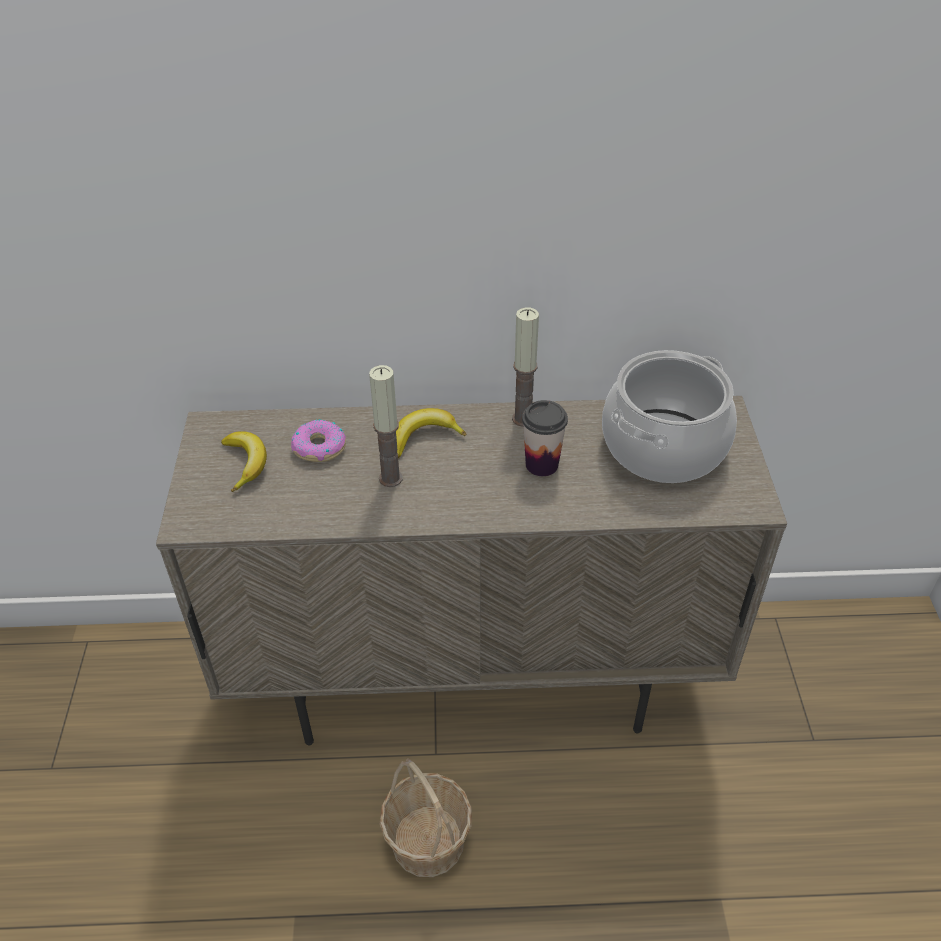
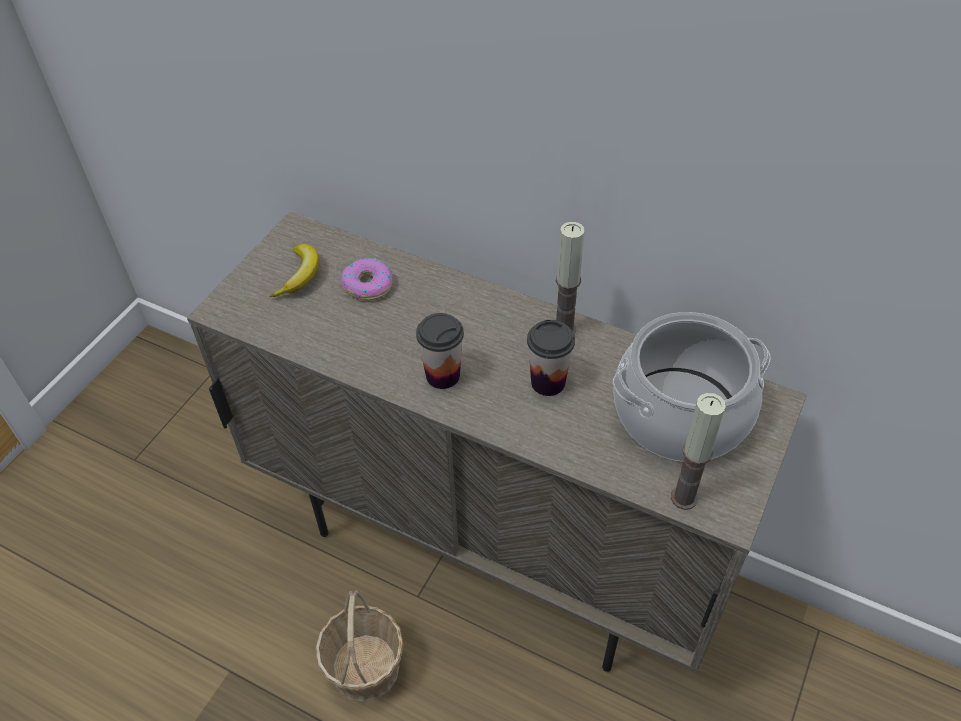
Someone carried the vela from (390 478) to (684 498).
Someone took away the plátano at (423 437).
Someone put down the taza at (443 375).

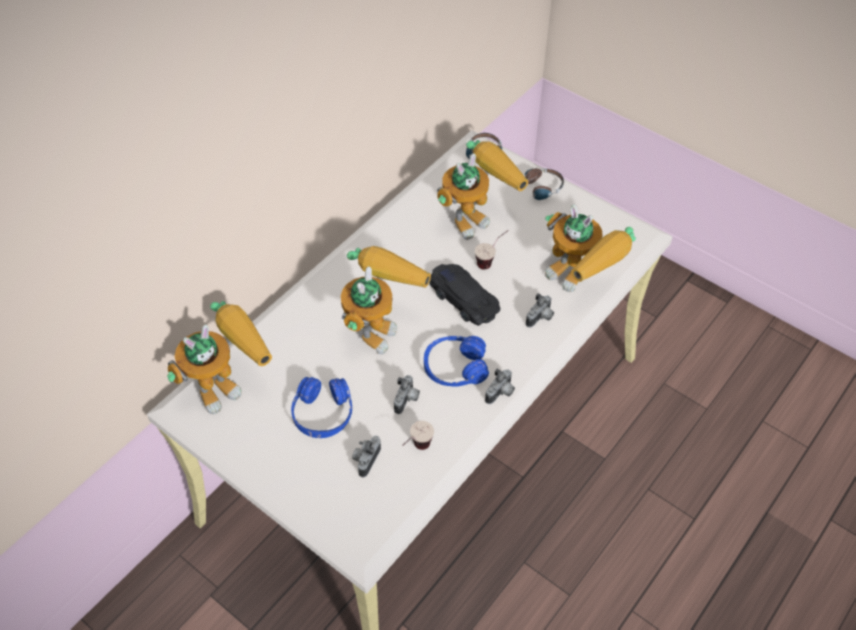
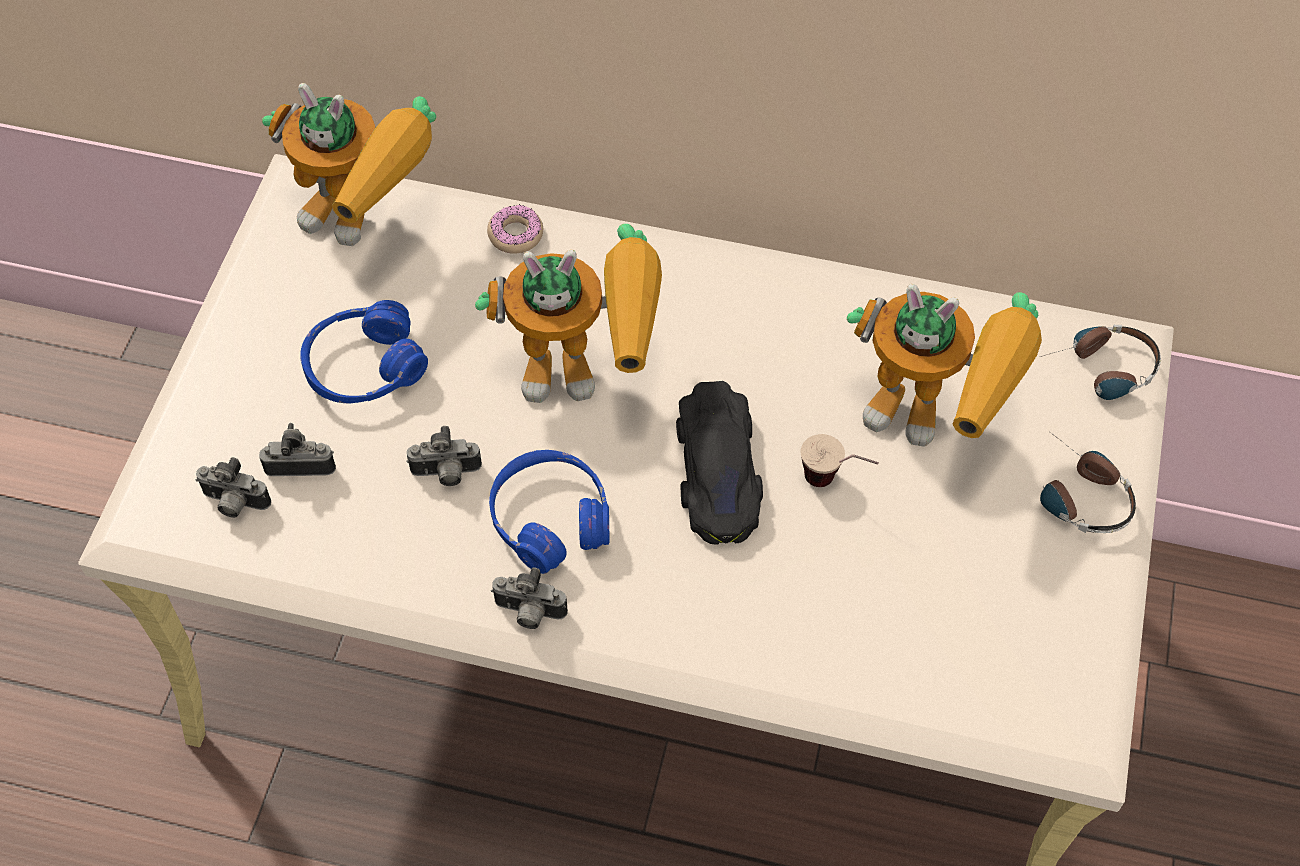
Someone took away the taza at (416 450).
Someone rotated the coche de juguete [negro] at (463 298) by 150 degrees clockwise.
Someone carried the cámara from (540 318) to (234 504).
Someone took away the robot de juguete at (580 282).
Someone put down the rosquilla at (515 234).

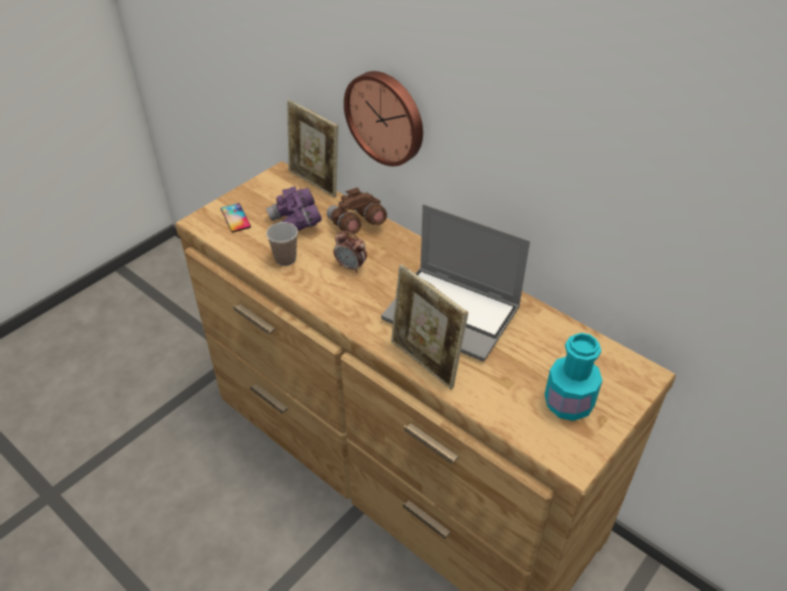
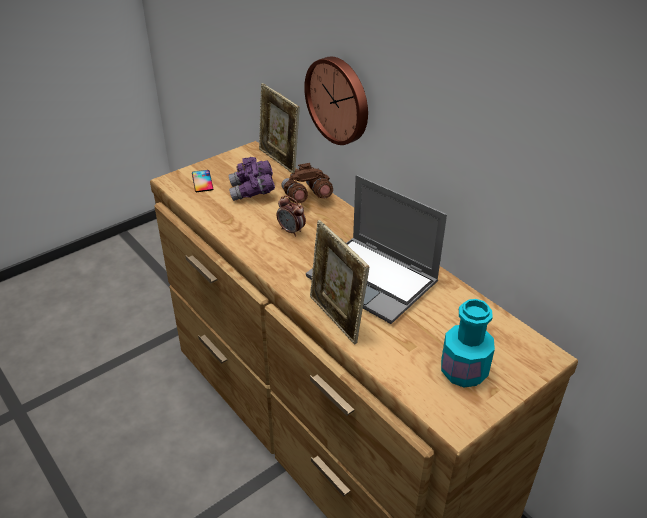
Someone took away the taza at (285 259).

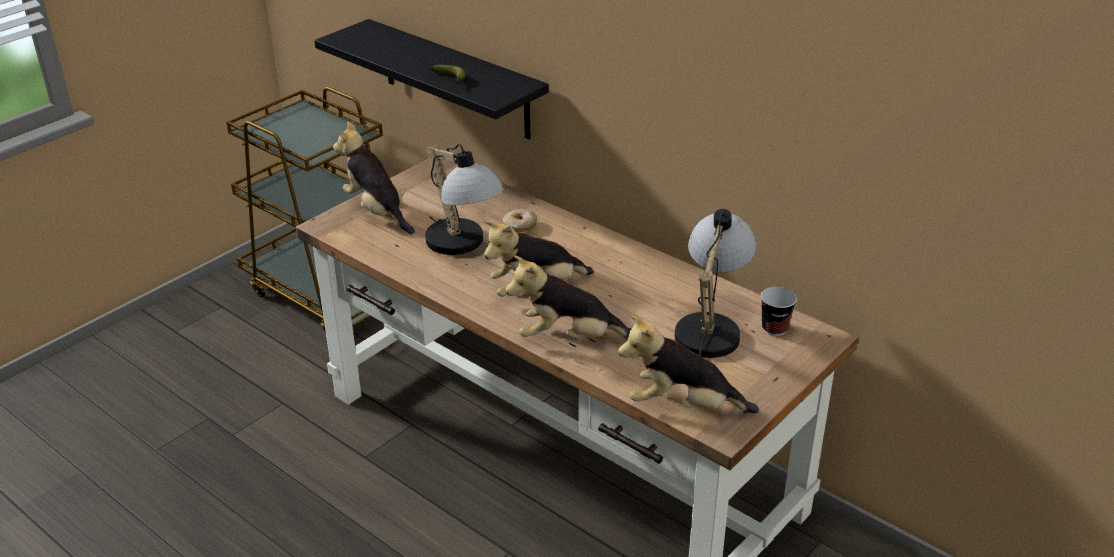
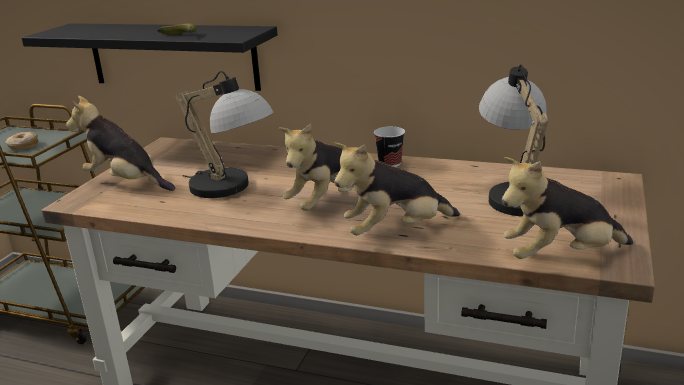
Someone carried the rosquilla from (520 226) to (23 146).
Someone carried the taza from (774 328) to (390 163).

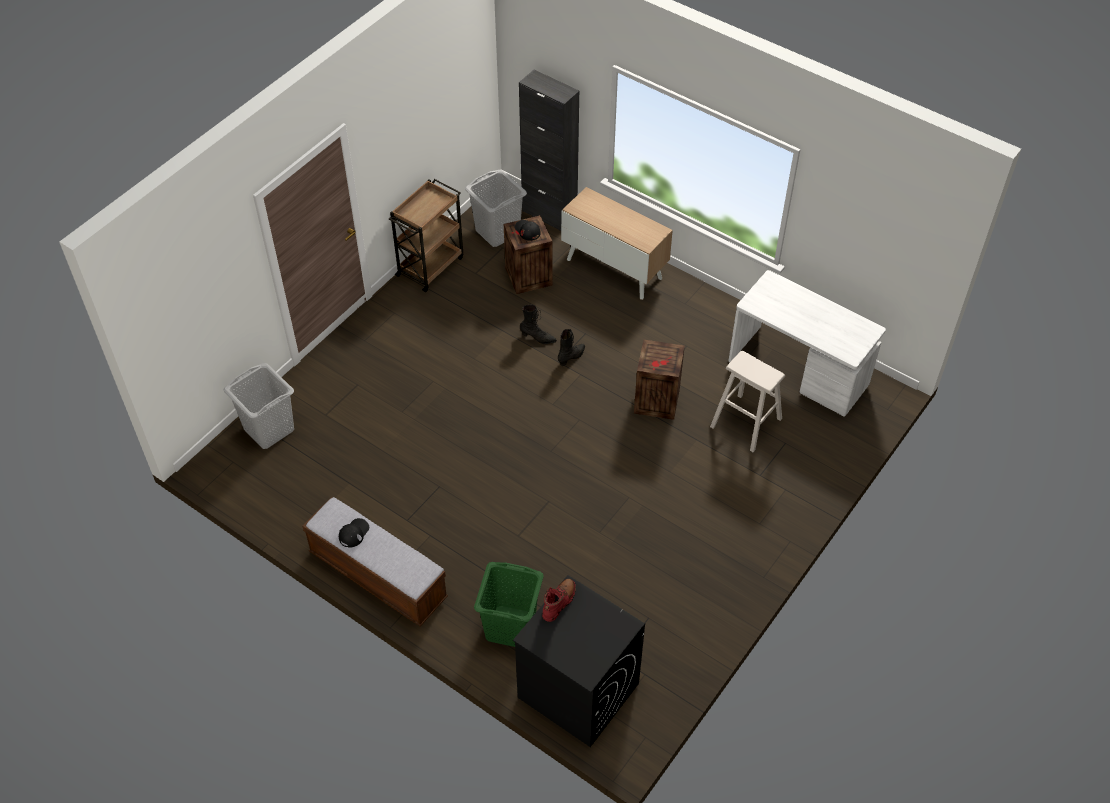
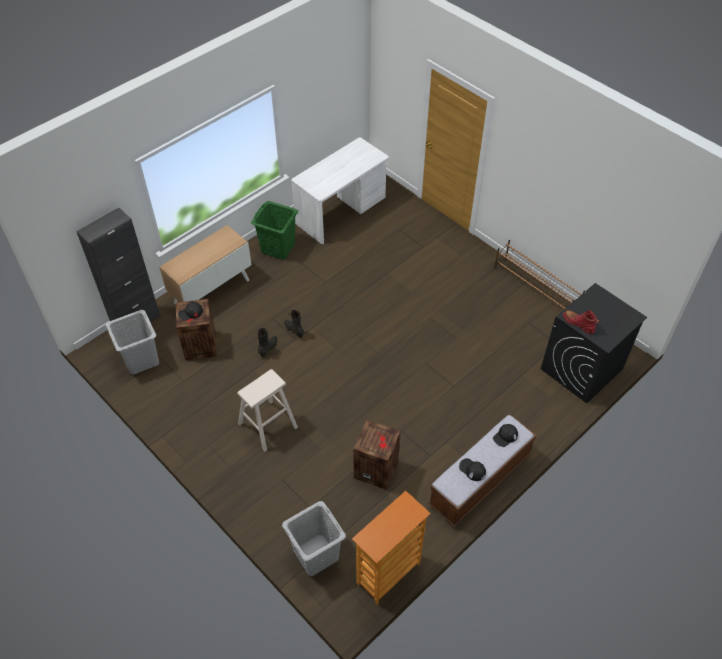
Someone took away the carrito [marrón] at (431 265).
Someone carried the cesto de la ropa [verde] from (510 627) to (278 248).
Someone carried the caja de embalaje from (657 401) to (377 469).
Someone carried the taburete [beis] from (745 422) to (267 425).
Someone put down the estantería at (388 574).
Someone put down the gorra [negro] at (505 436).
Someone put down the zapatero [marrón] at (536 289).

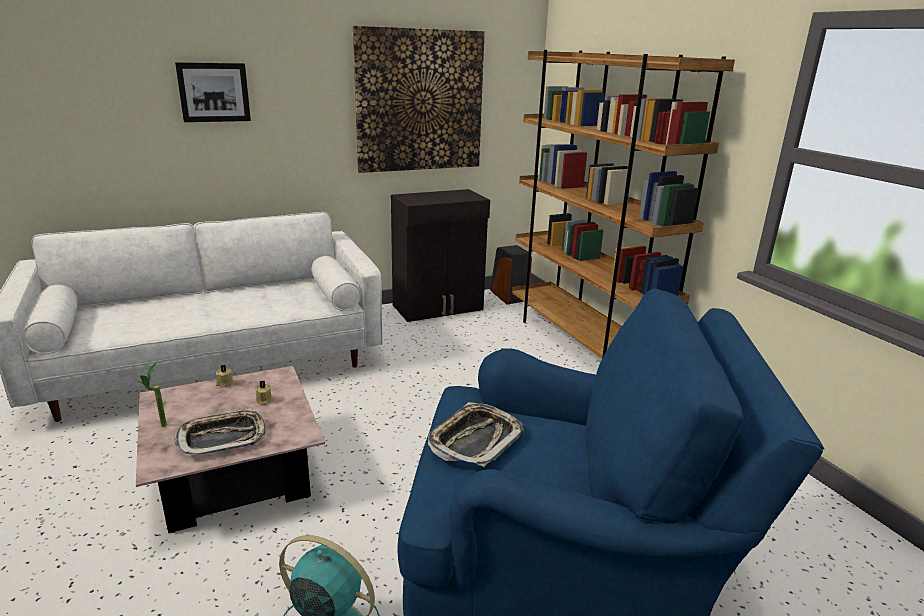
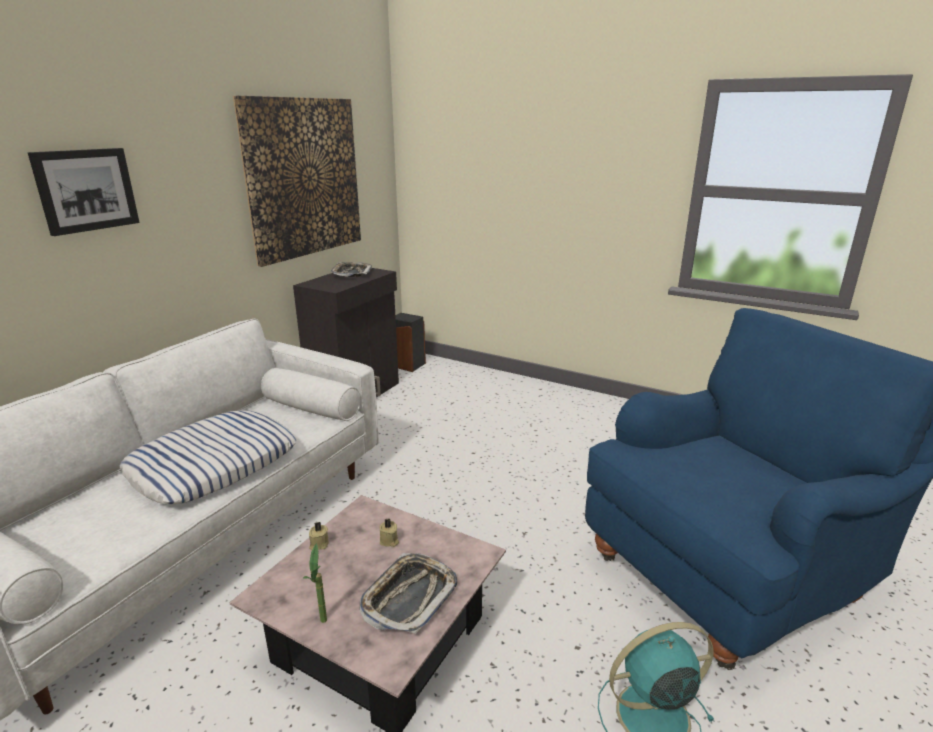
Someone carried the bandeja from (475 440) to (351 273).
Someone took away the estantería [marrón] at (582 345).
Someone put down the cojín at (214 464).

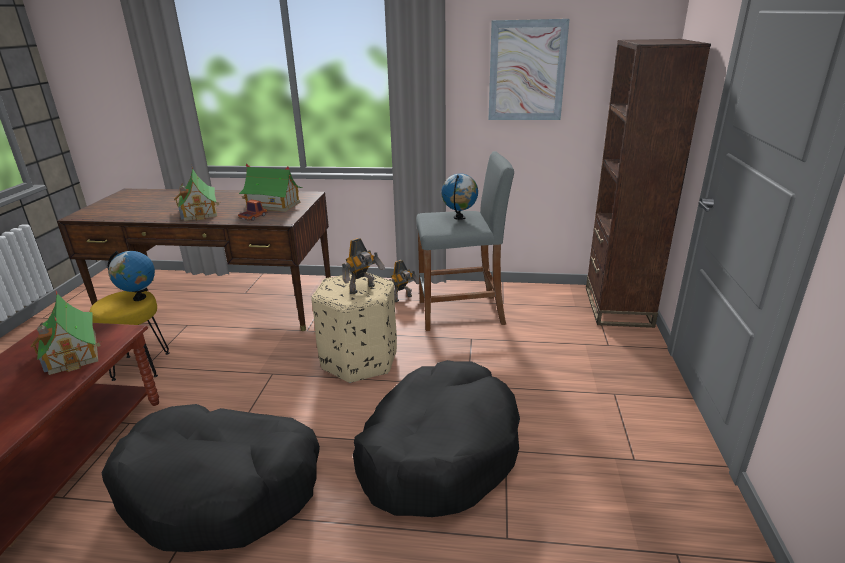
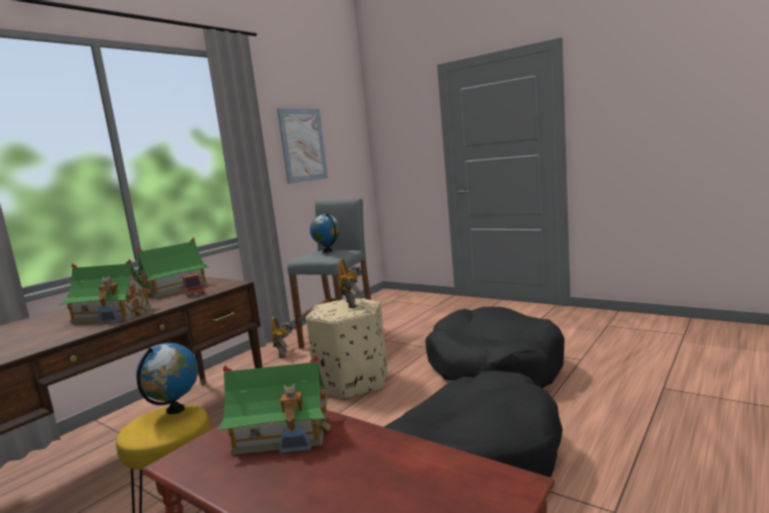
Someone took away the estantería [marrón] at (617 307).

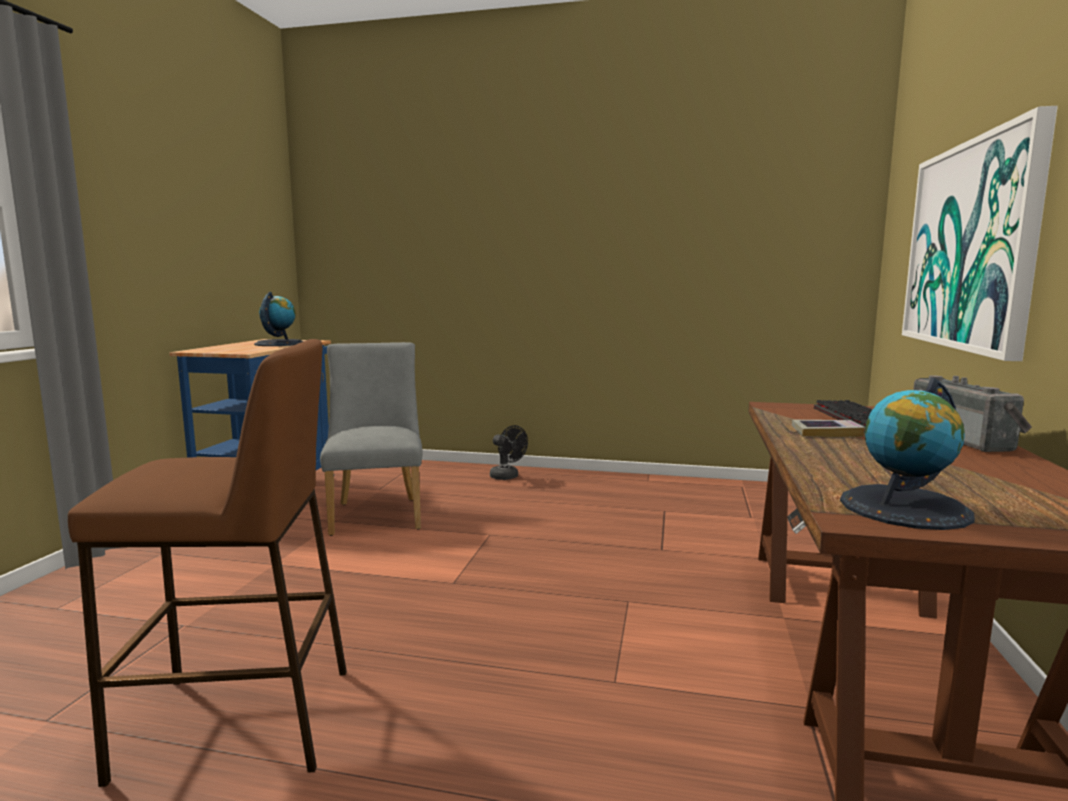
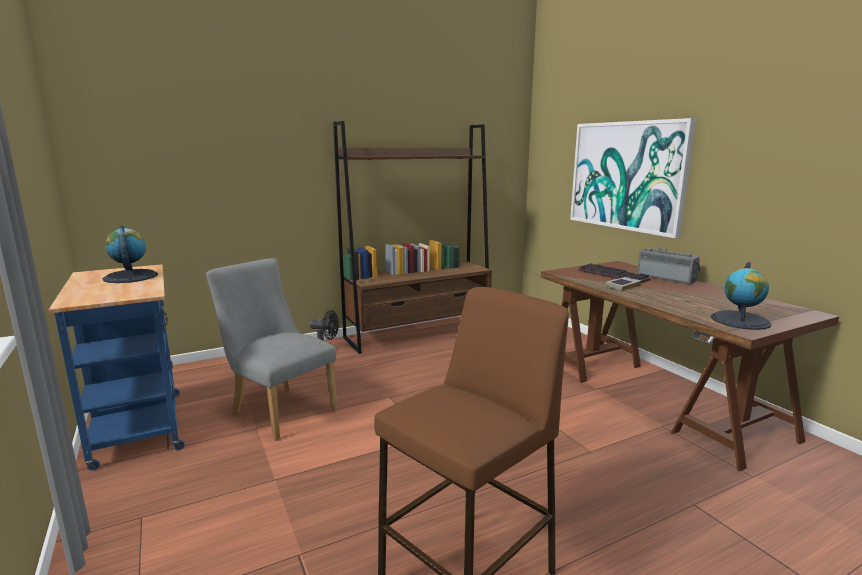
Someone put down the estantería [marrón] at (419 333).

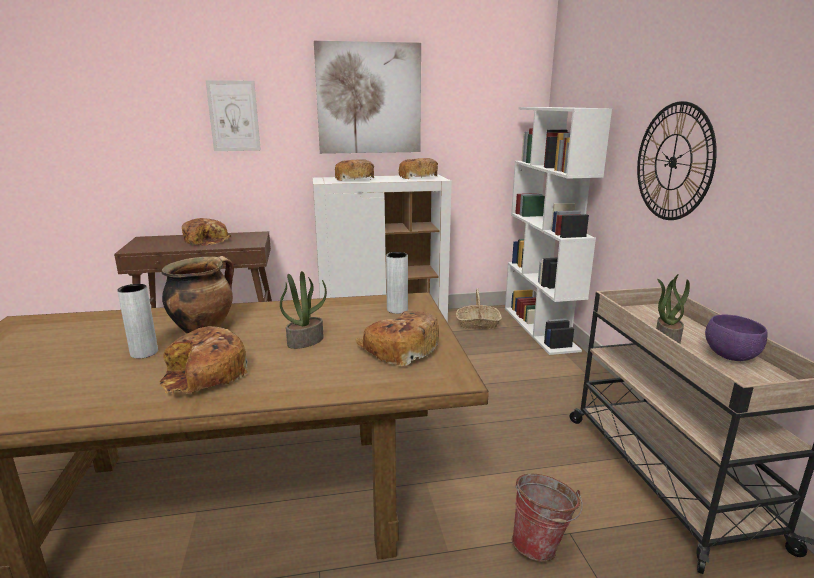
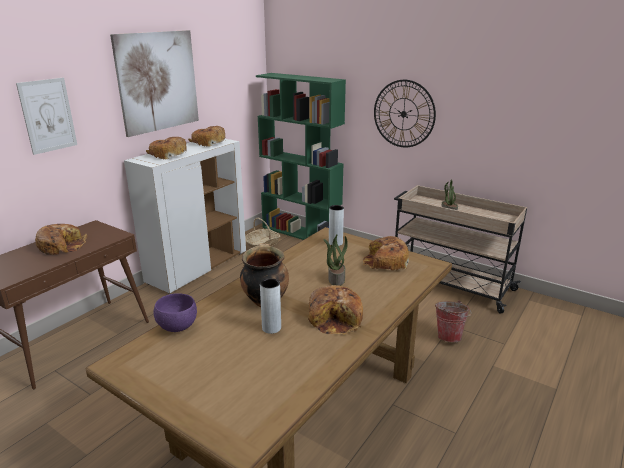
Someone repainted the estantería [blanco] at (540 328), which became the estantería [verde] at (301 233).
Someone carried the cuenco [morado] from (730 357) to (177 327).

